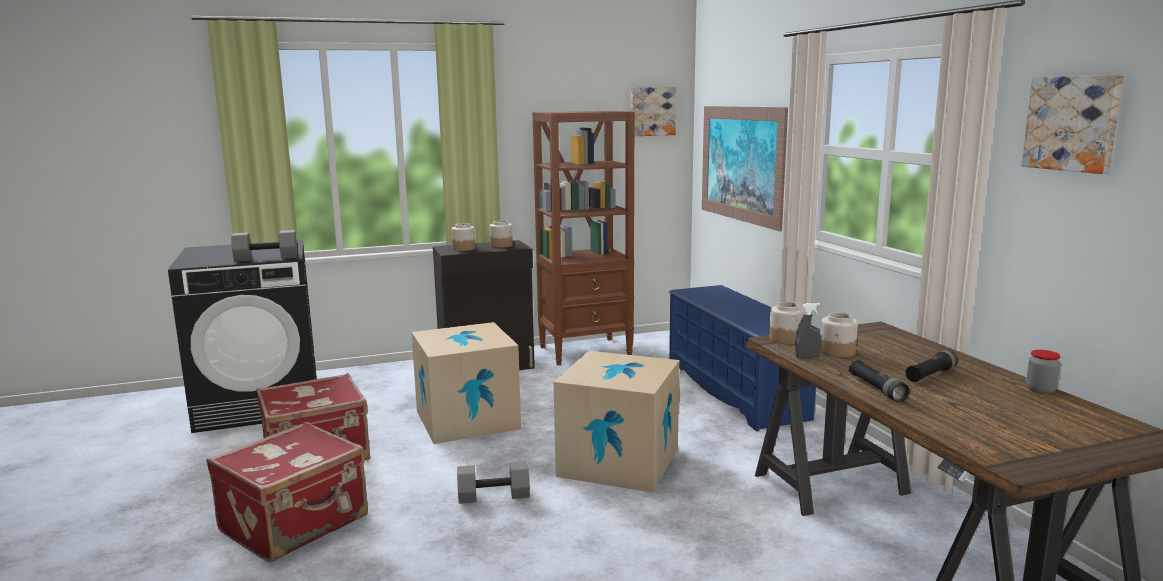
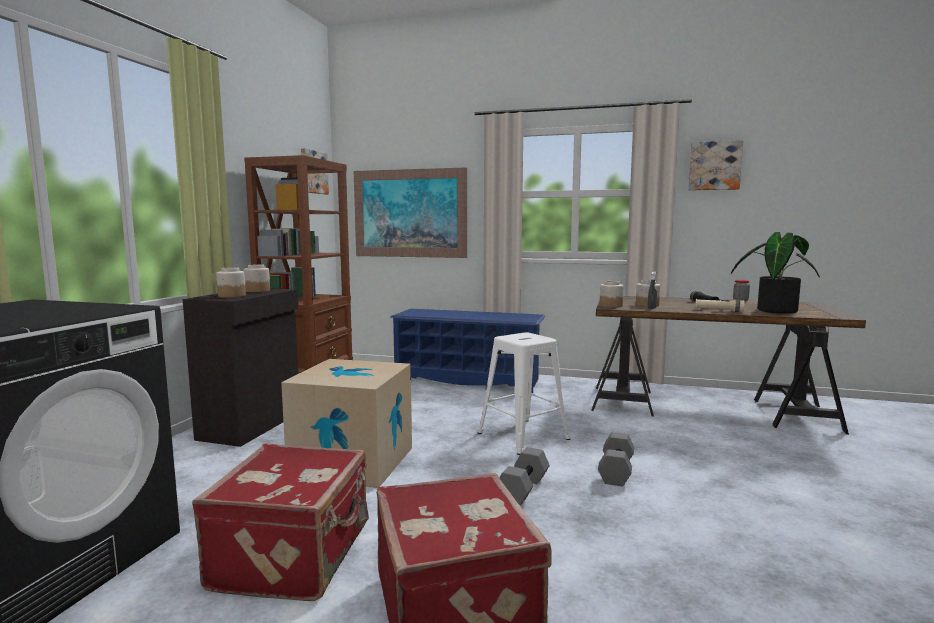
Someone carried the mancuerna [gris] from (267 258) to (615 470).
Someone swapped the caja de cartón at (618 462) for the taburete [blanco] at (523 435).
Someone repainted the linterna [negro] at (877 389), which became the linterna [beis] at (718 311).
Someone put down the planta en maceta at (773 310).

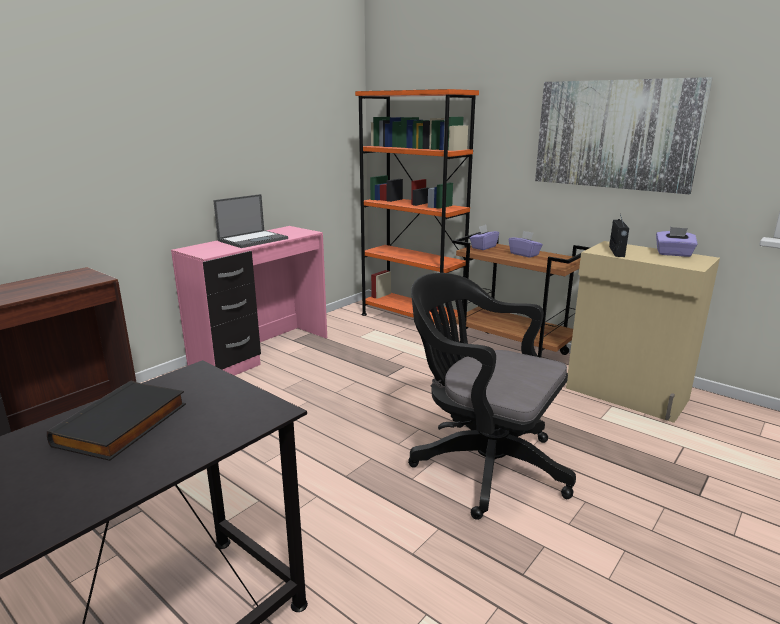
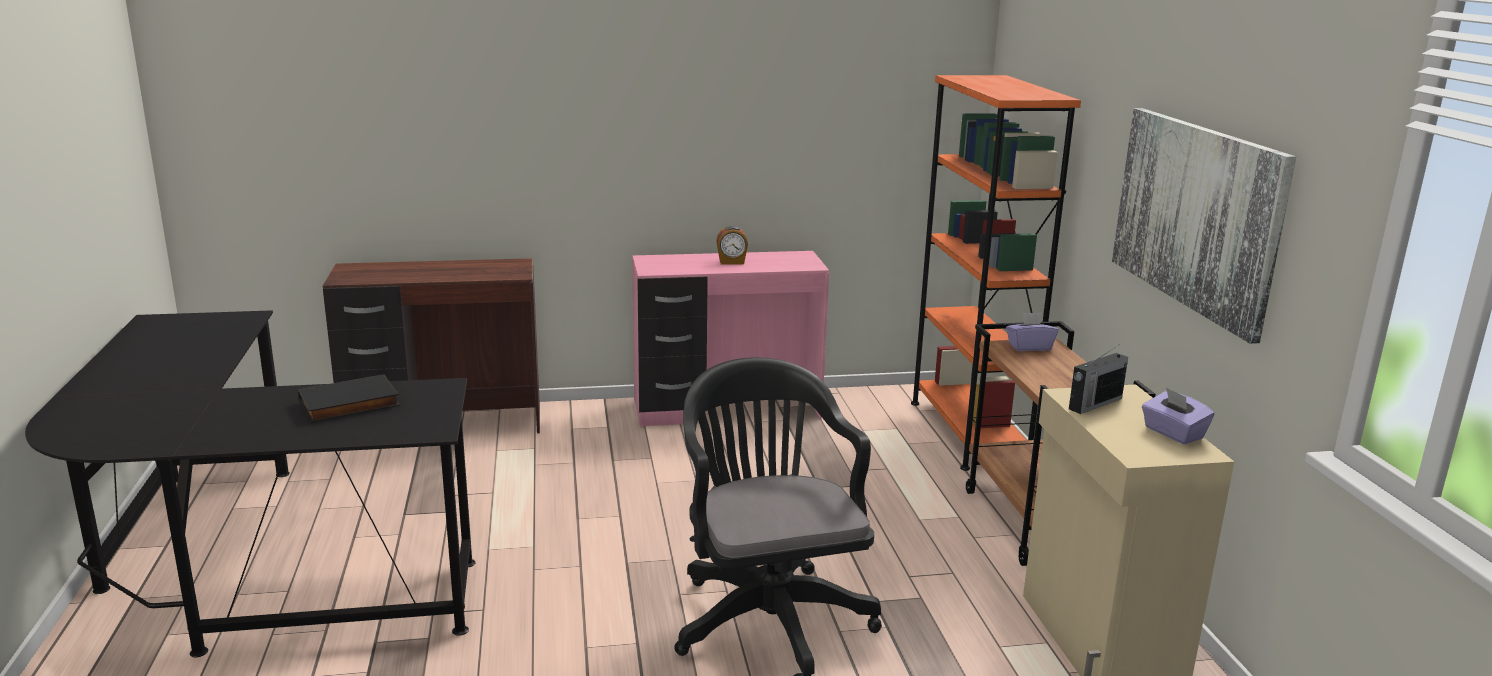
Someone swapped the portátil at (253 239) for the despertador at (731 262).
Someone took away the caja de pañuelos [morado] at (524 254).

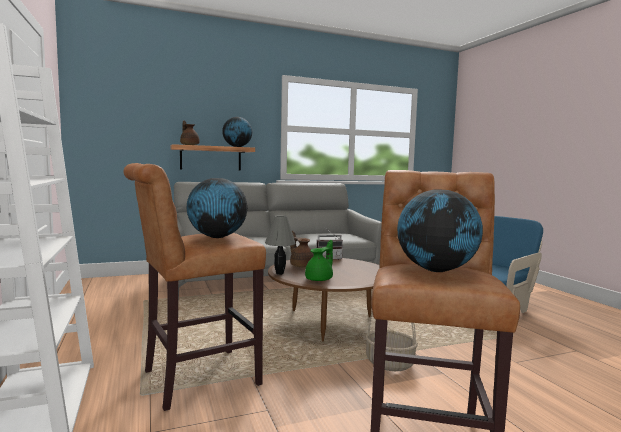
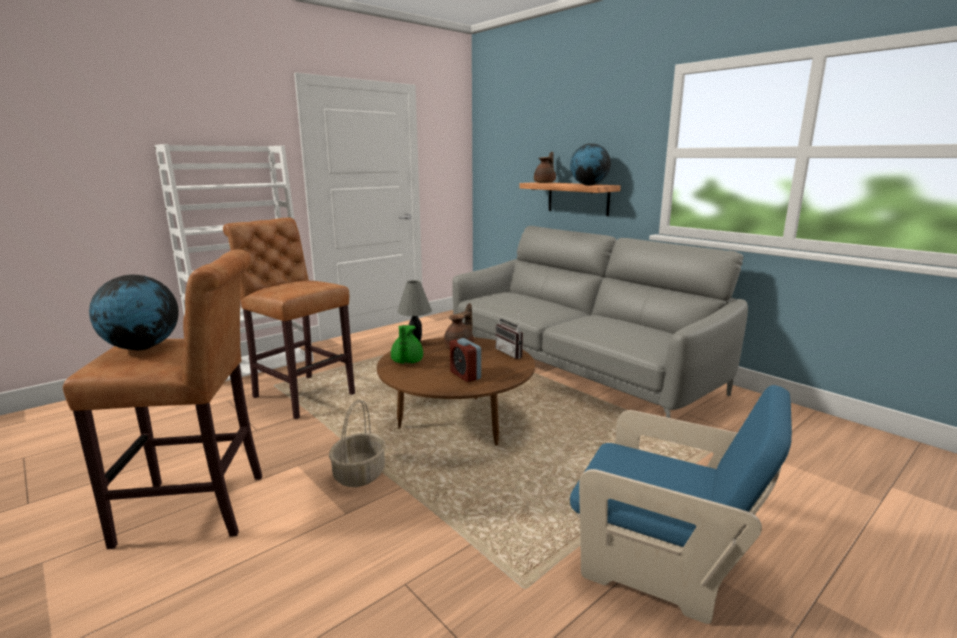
Someone took away the globo terráqueo at (217 237).
Someone rotated the tetera [verde] at (320 279) by 75 degrees clockwise.
Someone put down the despertador at (465 375).

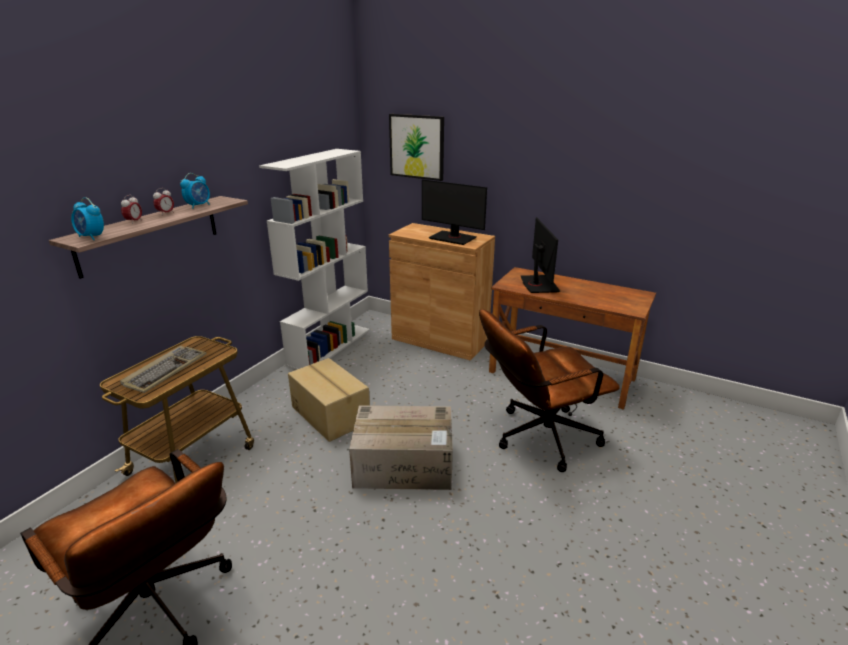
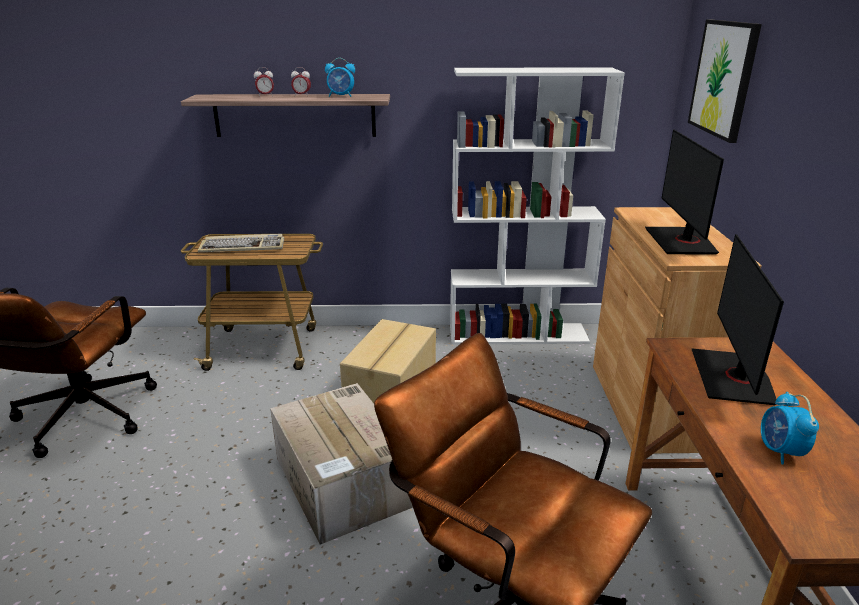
Someone carried the despertador from (91 237) to (780 451).
Someone rotated the monitor at (538 284) by 135 degrees clockwise.

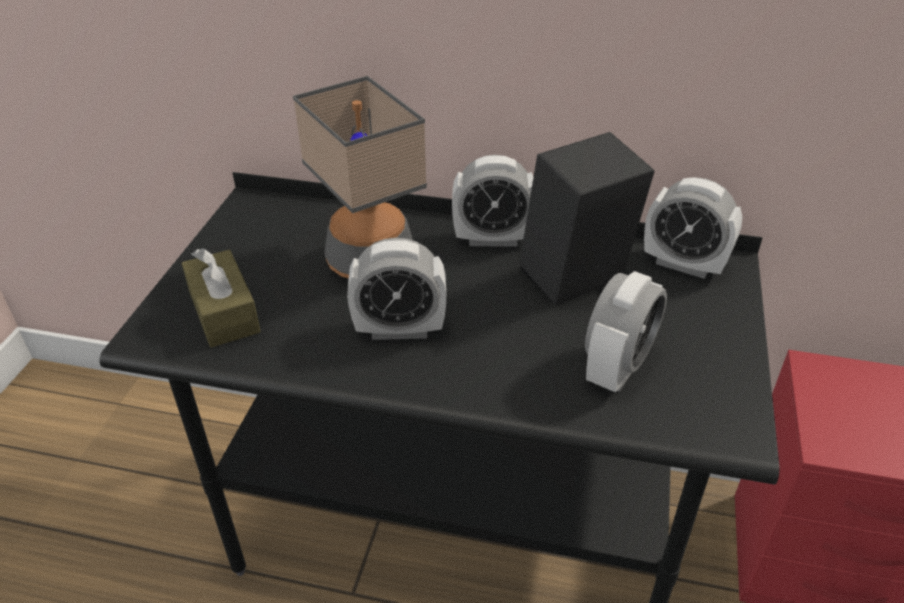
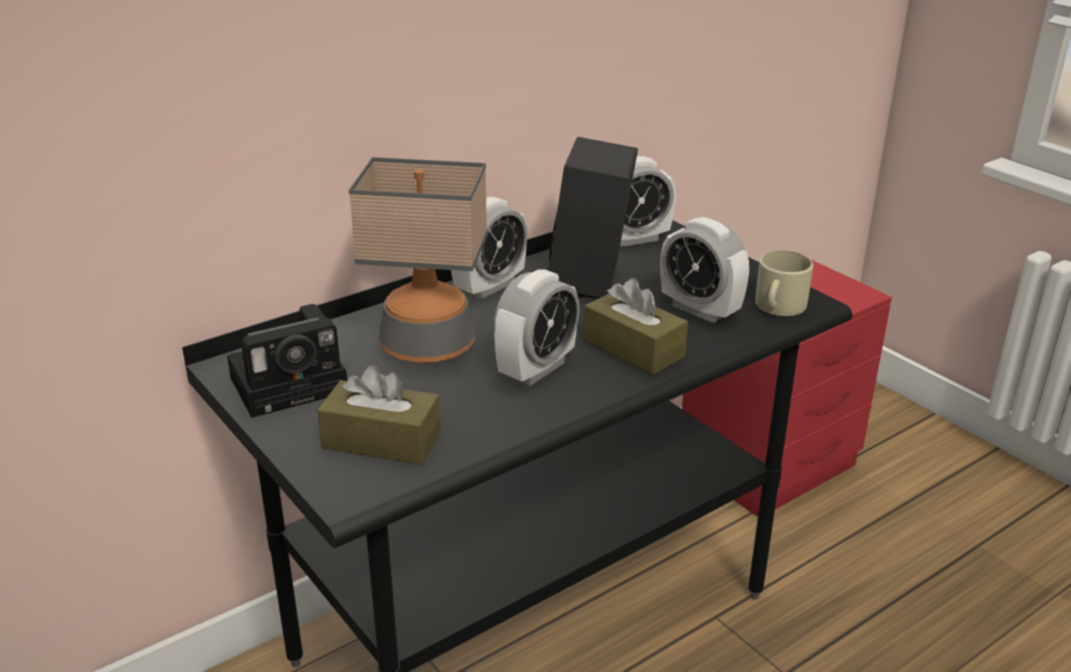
Someone rotated the despertador at (617 368) by 150 degrees clockwise.
Someone put down the cámara at (293 383).
Someone put down the caja de pañuelos [marrón] at (633 348).
Someone put down the taza grande [beis] at (778 306).

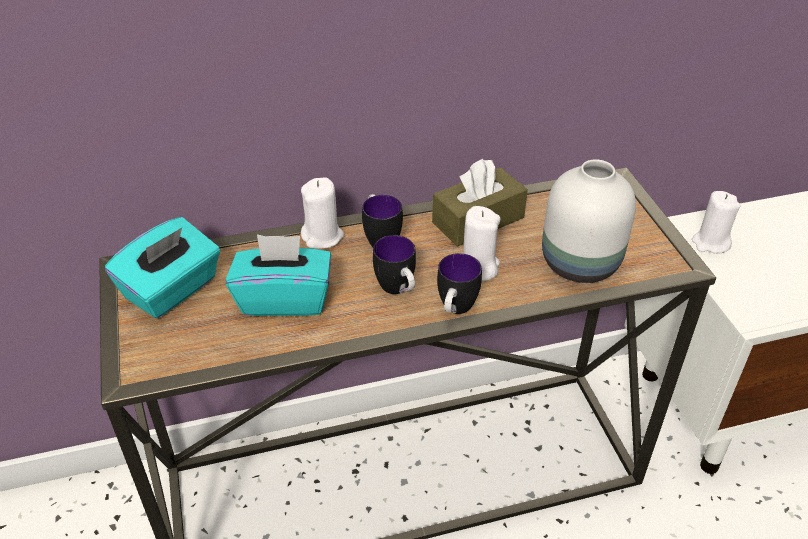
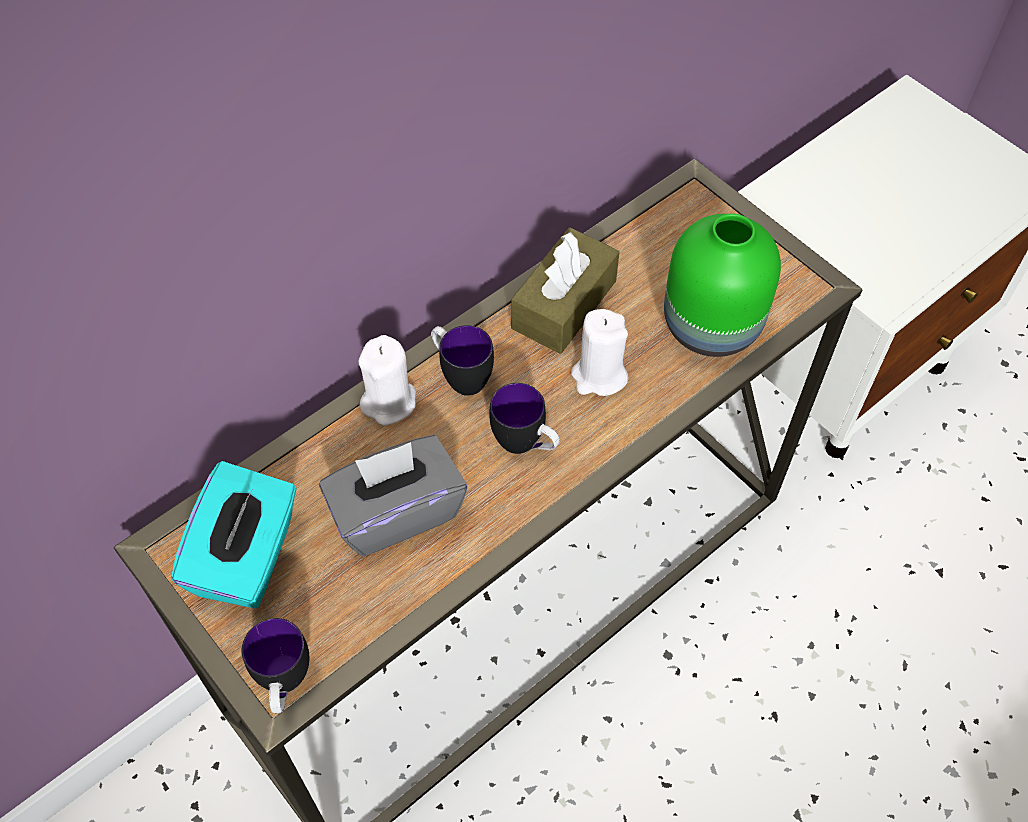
Someone repainted the caja de pañuelos [turquesa] at (284 299), which became the caja de pañuelos [gris] at (396 512).
Someone carried the taza grande from (455 310) to (285 685).
Someone repainted the florero [blanco] at (579 262), which became the florero [verde] at (709 323).
Someone took away the vela [blanco] at (710 243).

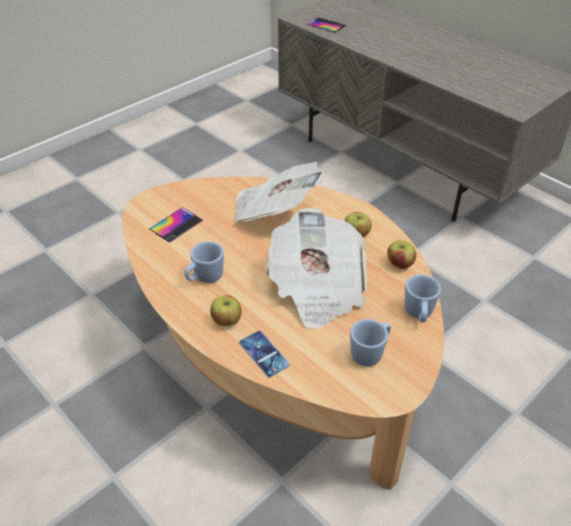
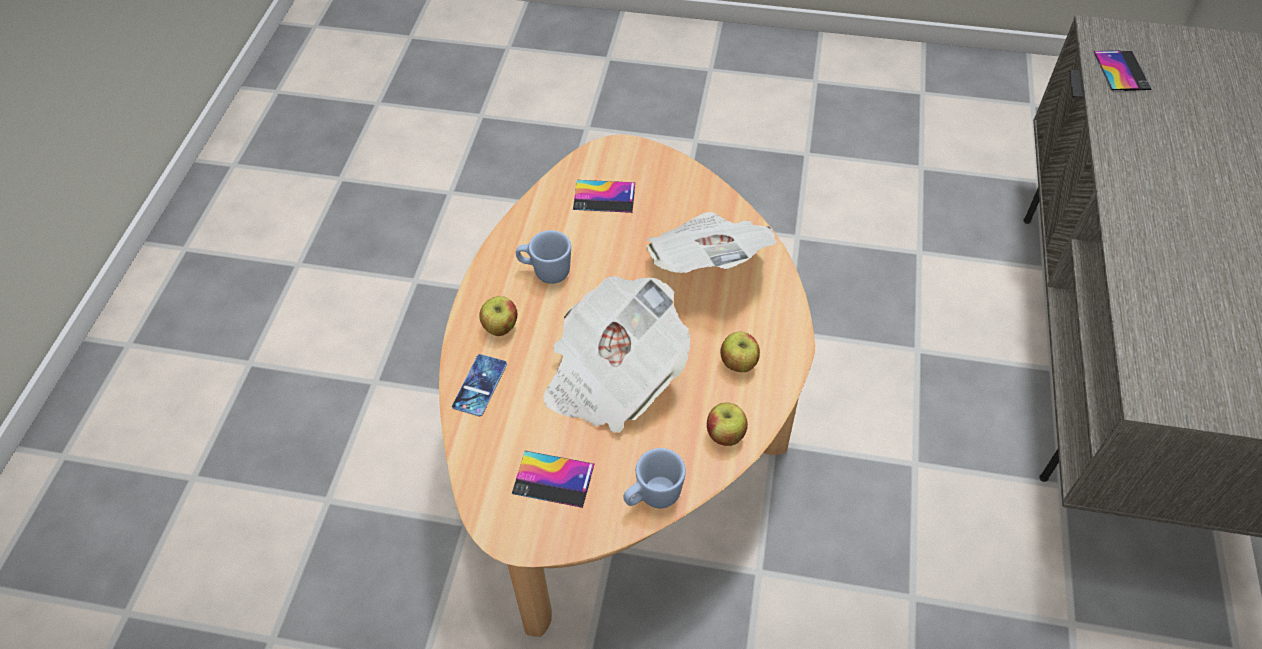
Someone swapped the taza grande [azul] at (370 353) for the móvil at (553 479).

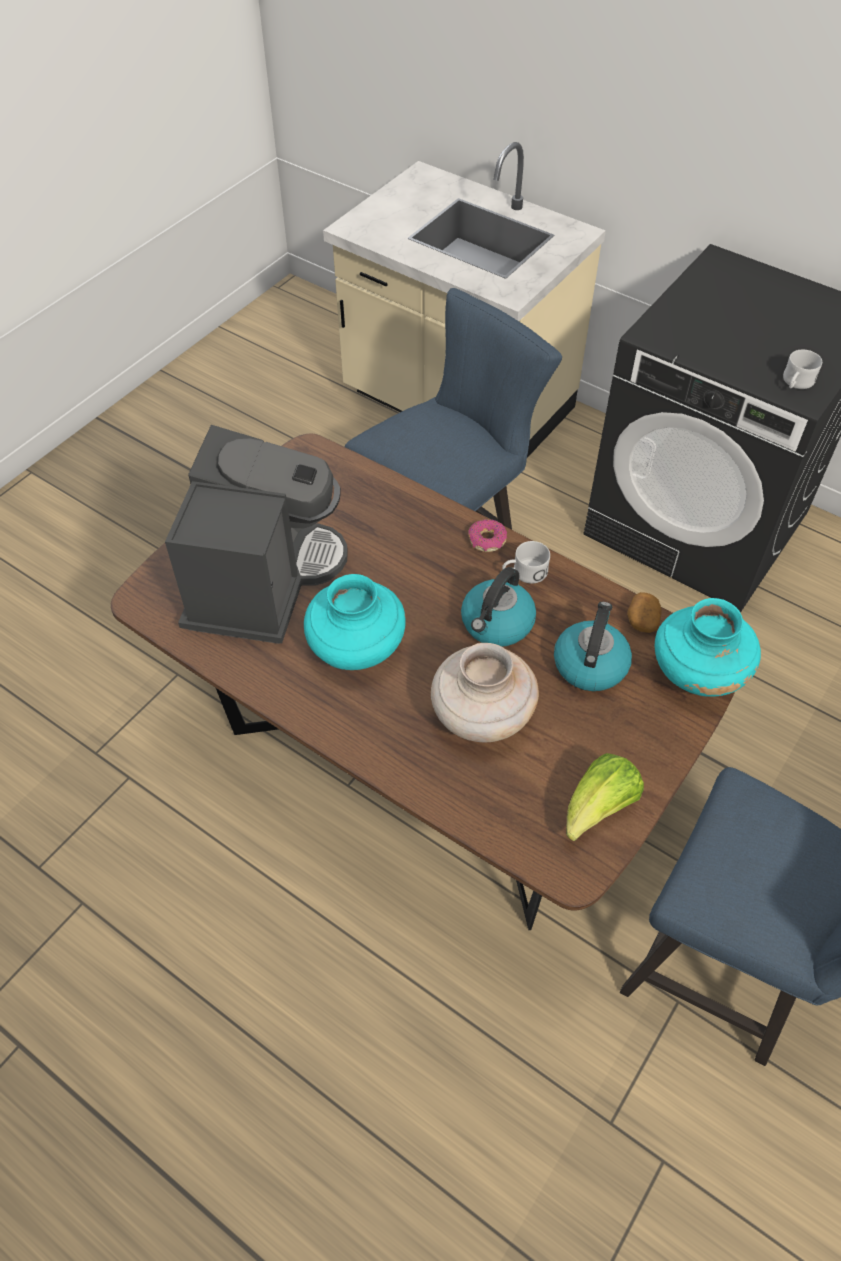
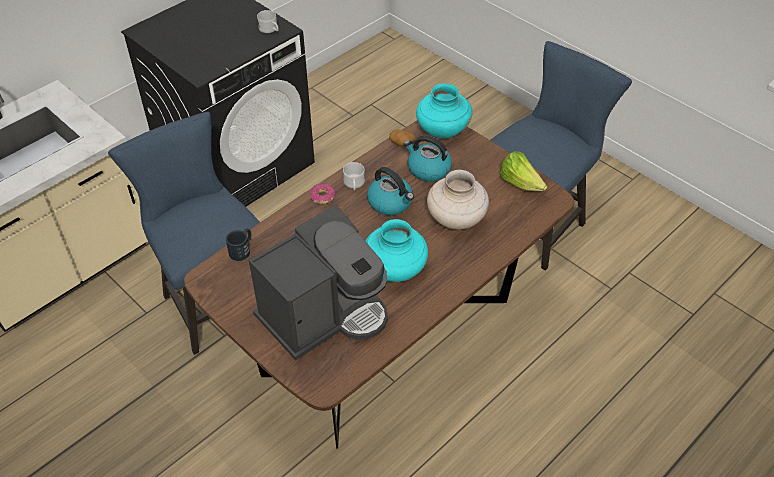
Someone rotated the cafetera at (262 580) by 120 degrees clockwise.
Someone put down the taza grande [negro] at (242 249).

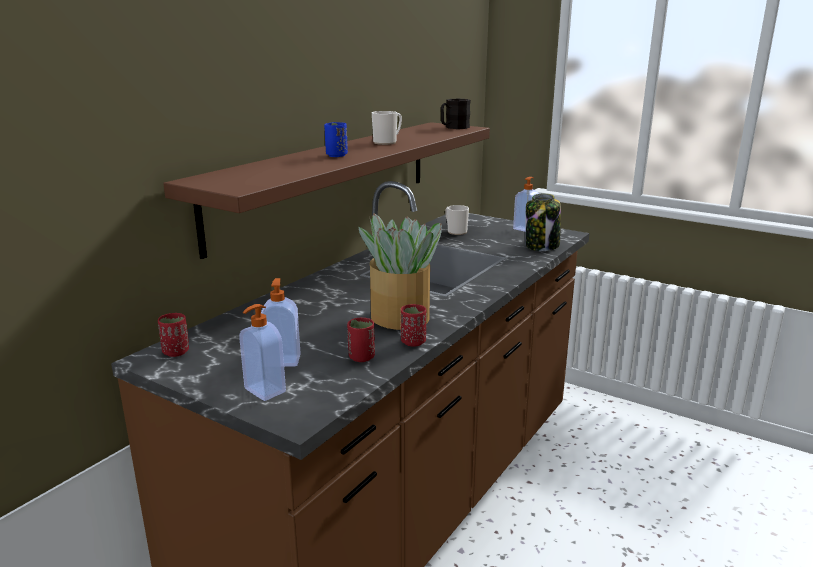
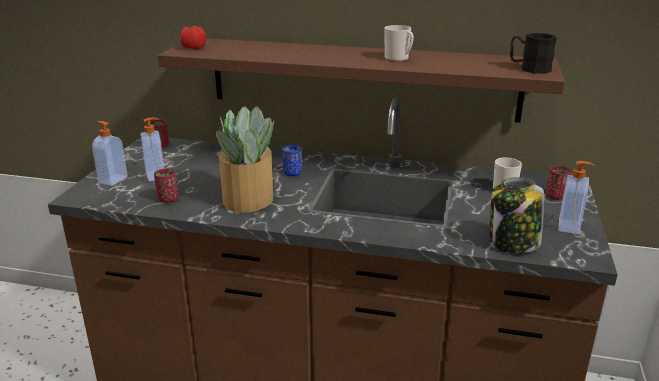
Someone carried the taza [azul] from (336 155) to (292 173).
Someone carried the taza [rojo] from (413 342) to (555 196).
Someone put down the tomate at (193 48).

